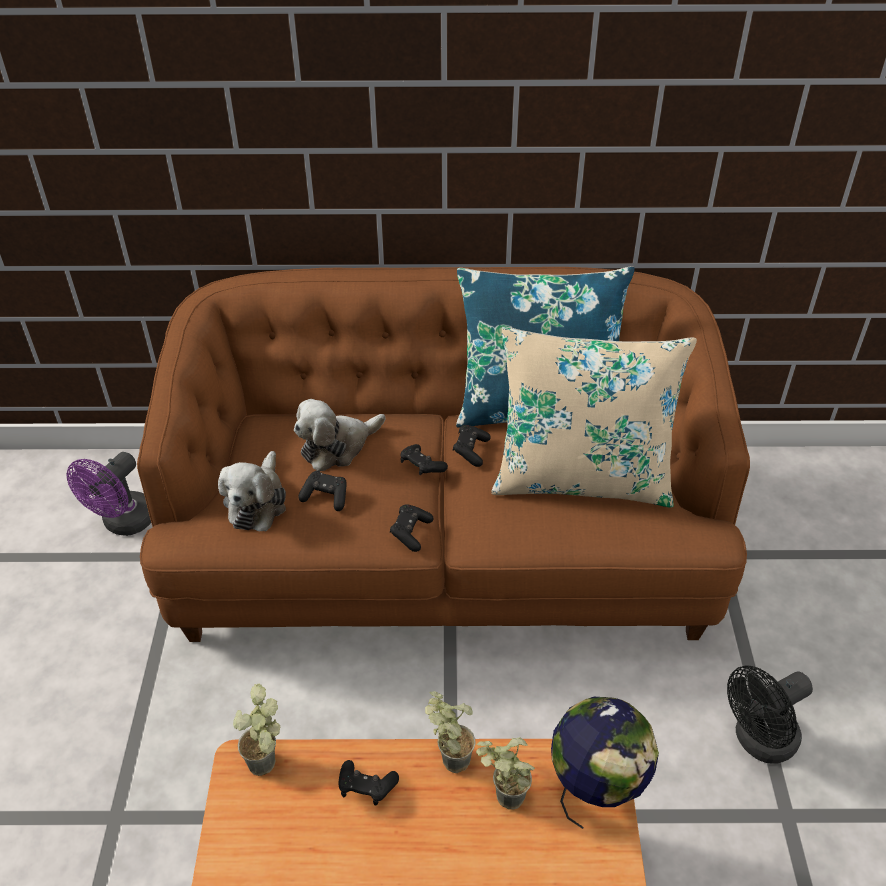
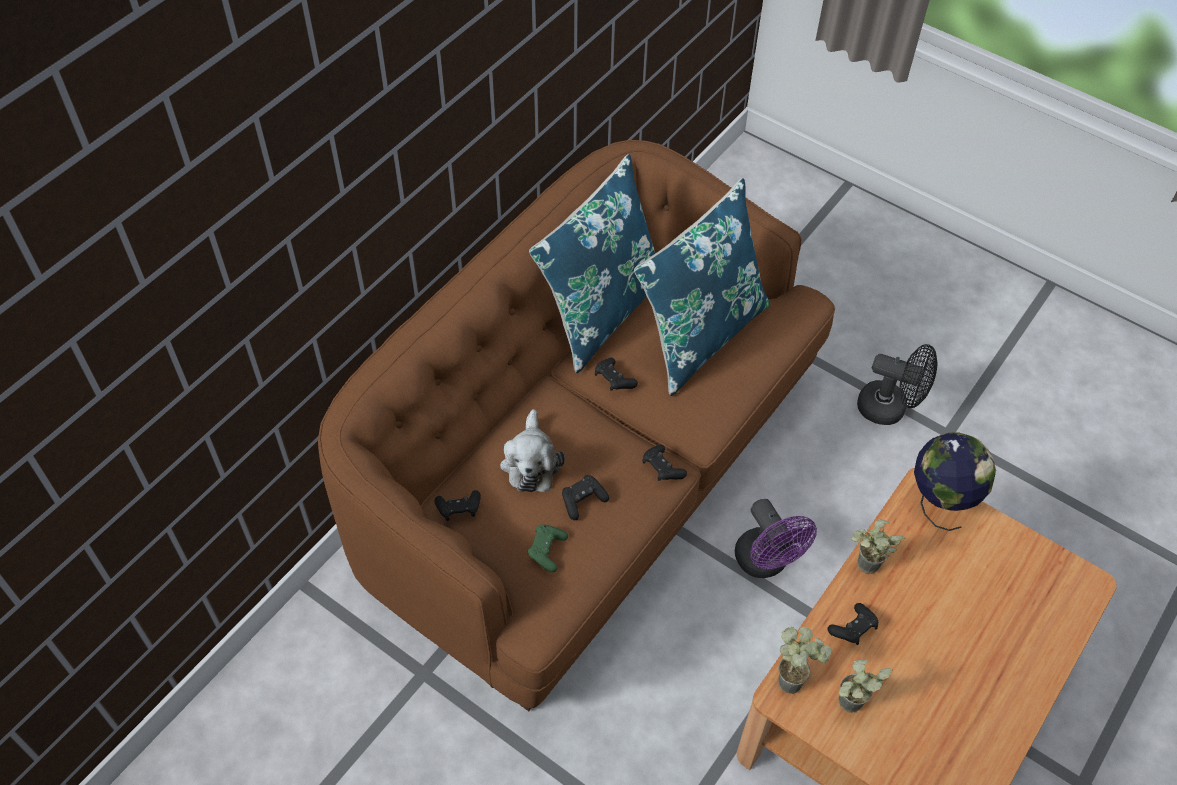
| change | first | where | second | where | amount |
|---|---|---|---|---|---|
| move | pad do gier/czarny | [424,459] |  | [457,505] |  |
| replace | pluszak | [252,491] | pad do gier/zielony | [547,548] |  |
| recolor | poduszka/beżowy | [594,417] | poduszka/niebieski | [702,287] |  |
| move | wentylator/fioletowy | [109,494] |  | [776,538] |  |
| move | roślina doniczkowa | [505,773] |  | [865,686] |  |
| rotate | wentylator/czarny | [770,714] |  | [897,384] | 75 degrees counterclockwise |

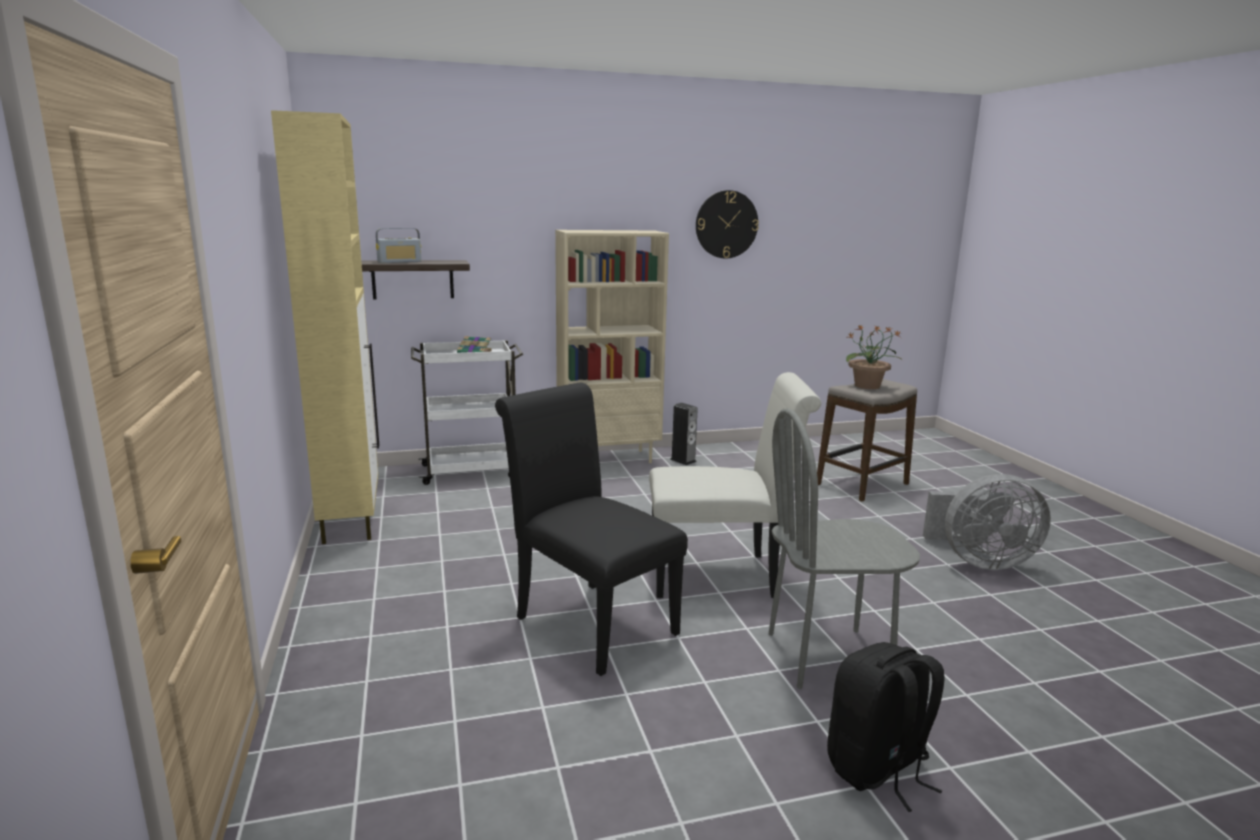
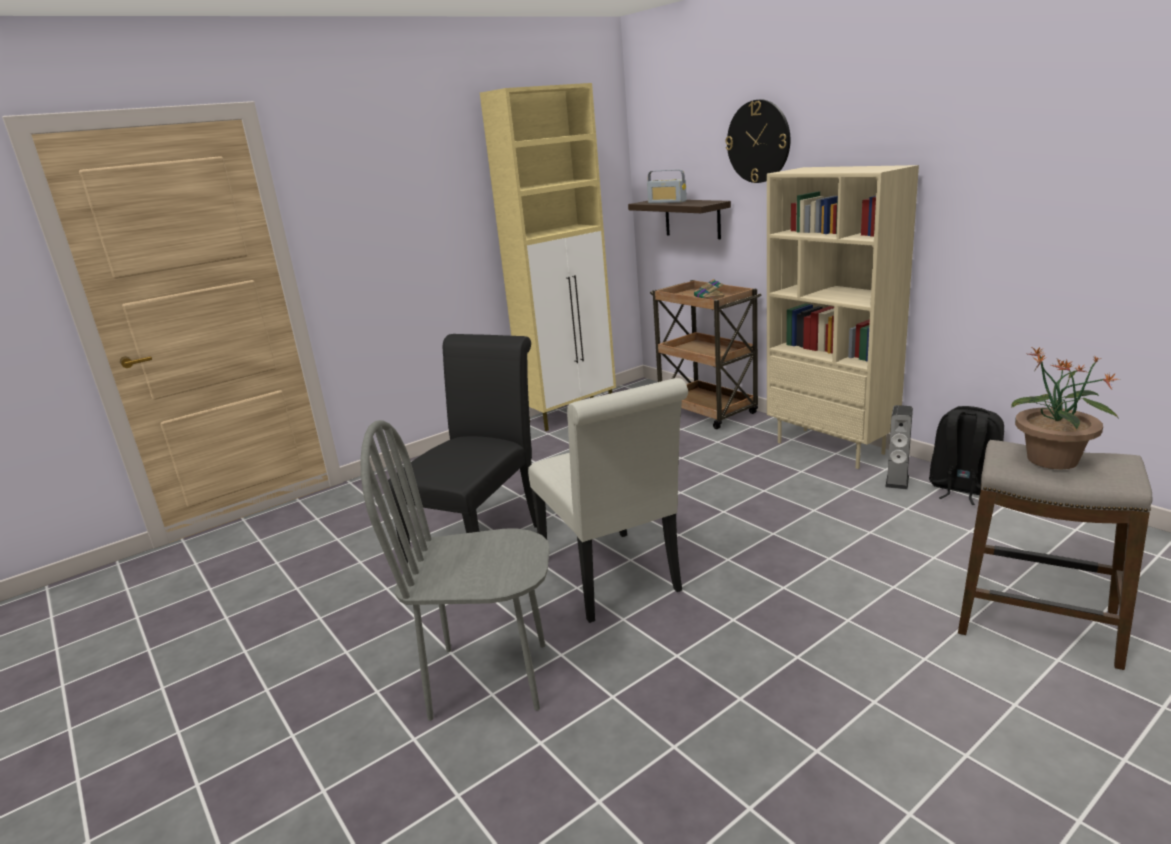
| change | first | where | second | where | amount |
|---|---|---|---|---|---|
| rotate | krzesło/szary | [844,548] |  | [455,570] | 60 degrees counterclockwise |
| recolor | wózek/biały | [467,412] | wózek/brązowy | [706,354] |  |
| move | zegar ścienny | [727,224] |  | [758,141] |  |
| move | plecak/czarny | [886,727] |  | [966,455] |  |
| delete | wentylator/szary | [987,522] |  |  |  |

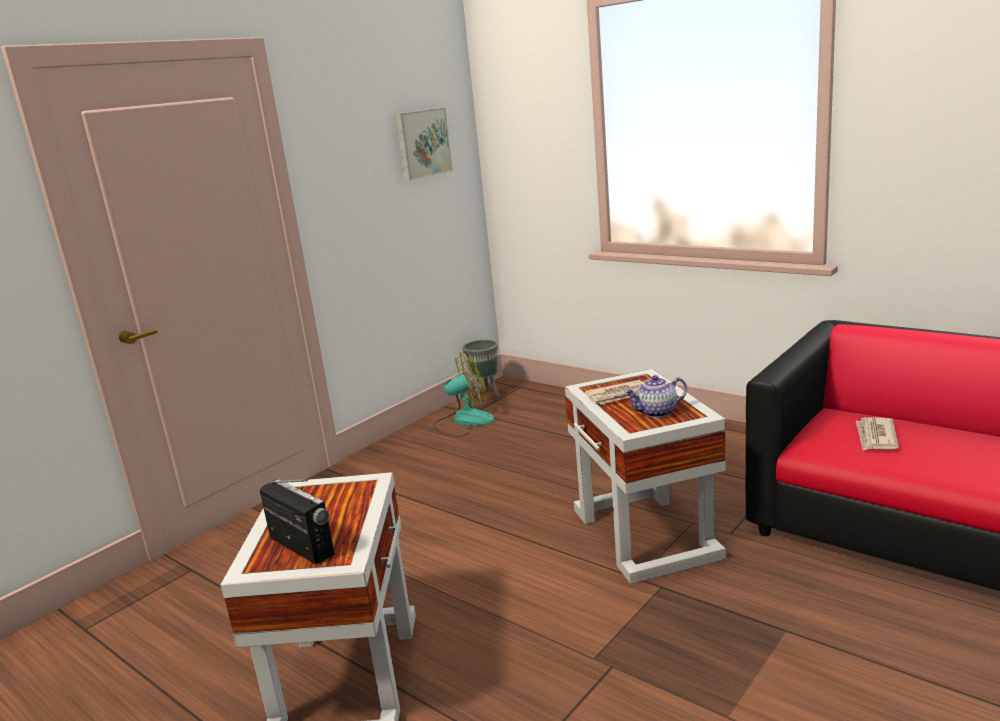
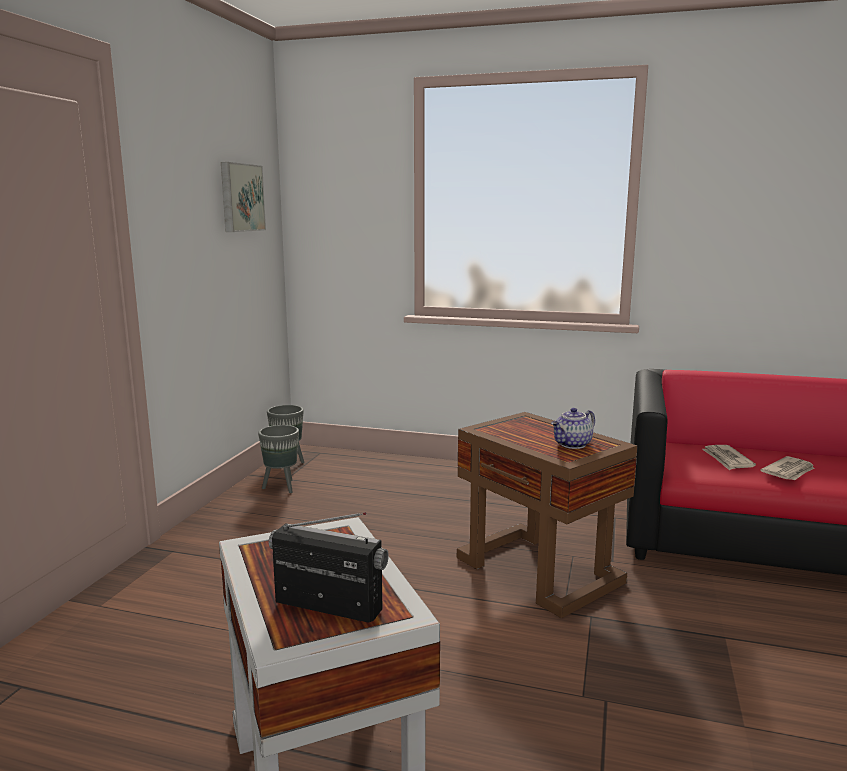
| change | first | where | second | where | amount |
|---|---|---|---|---|---|
| replace | wentylator | [464,394] | donica/szary | [278,459] |  |
| recolor | stolik/biały | [645,476] | stolik/brązowy | [547,515] |  |
| move | gazeta | [614,392] |  | [787,468] |  |

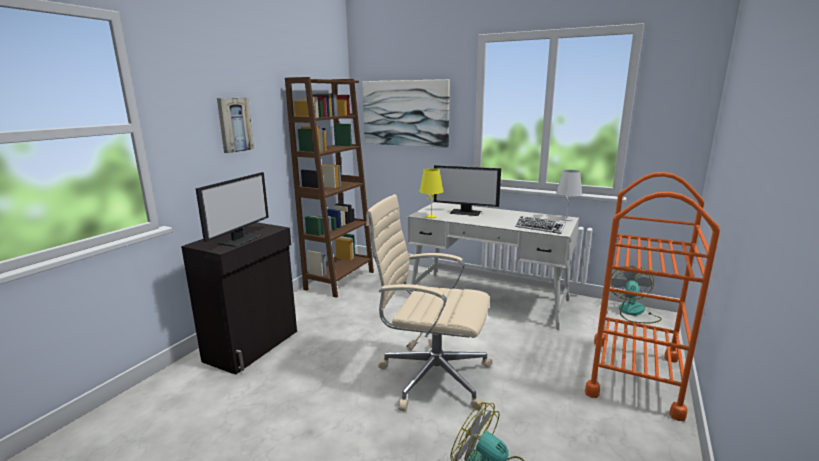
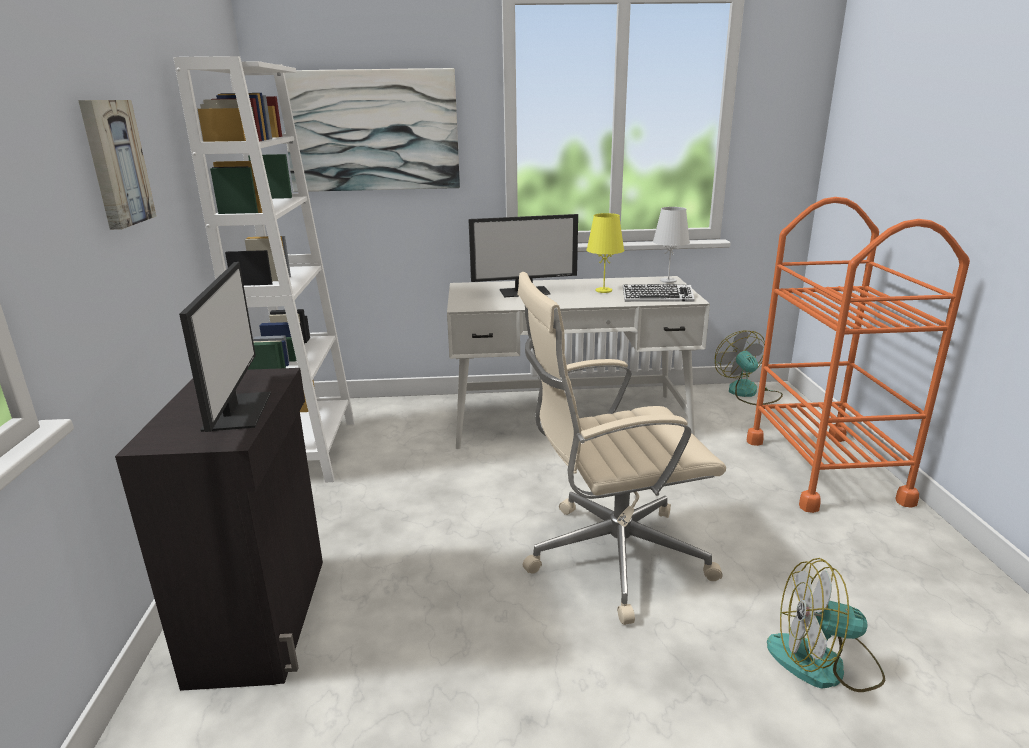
| change | first | where | second | where | amount |
|---|---|---|---|---|---|
| recolor | regał/brązowy | [329,187] | regał/biały | [264,269] |  |
| move | lampa stołowa/żółty | [431,193] |  | [605,253] |  |

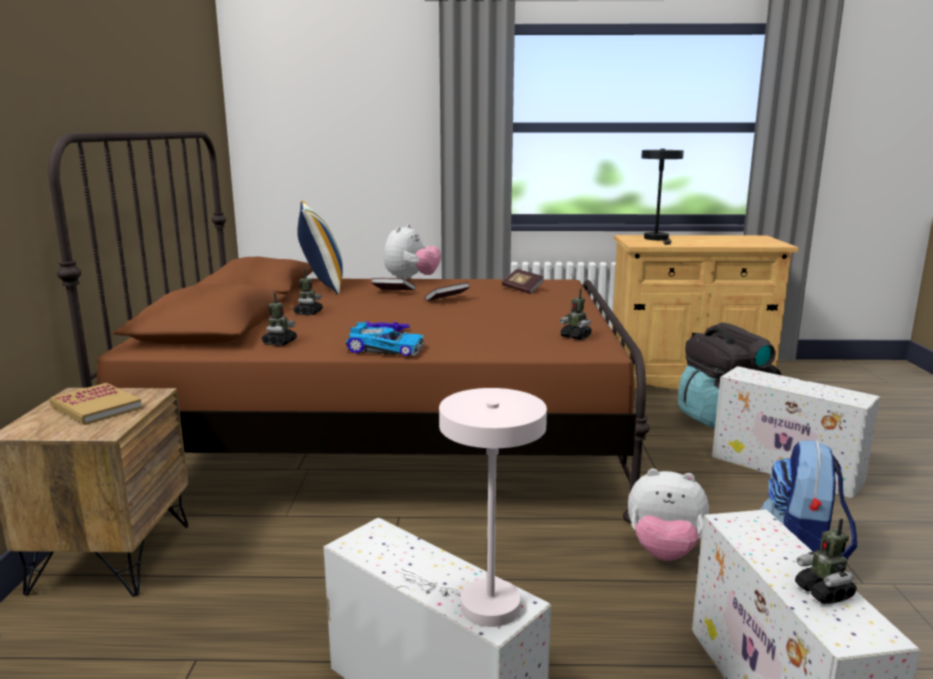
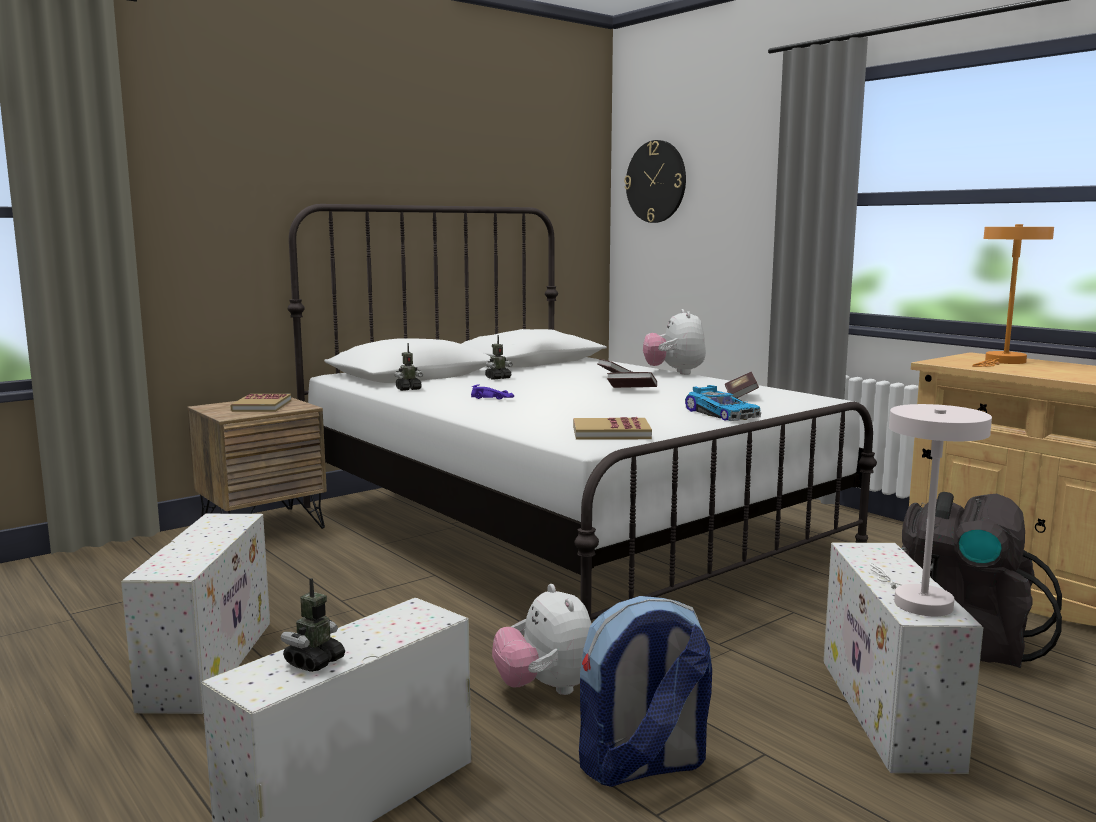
| change | first | where | second | where | amount |
|---|---|---|---|---|---|
| recolor | łóżko/brązowy | [349,327] | łóżko/biały | [582,412] |  |
| replace | robot zabawkowy | [575,314] | książka | [612,428] |  |
| insert |  |  | zegar ścienny | [655,181] |  |
| rotate | pluszak | [412,252] |  | [674,342] | 105 degrees clockwise |
| move | samochodzik | [385,339] |  | [723,403] |  |
| move | lampa stołowa/biały | [473,507] |  | [931,510] |  |
| recolor | lampa stołowa/czarny | [662,197] | lampa stołowa/pomarańczowy | [1013,295] |  |
| delete | poduszka | [320,247] |  |  |  |

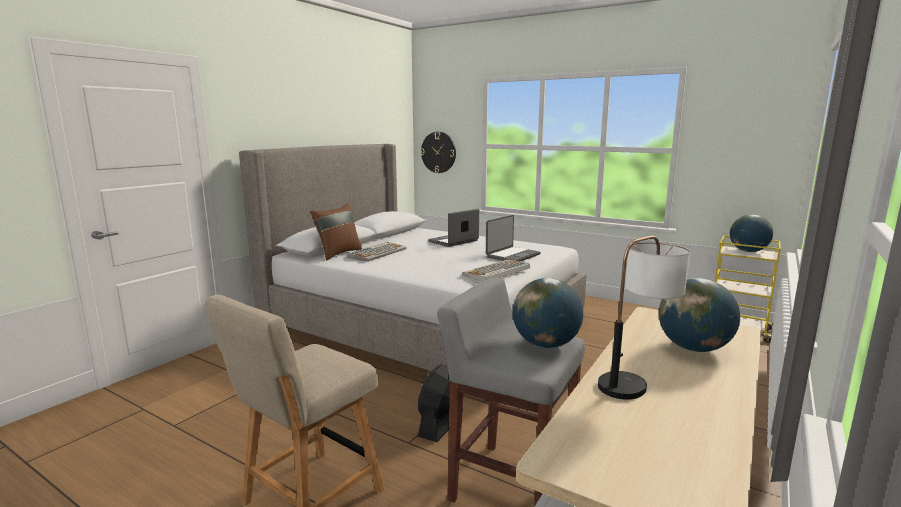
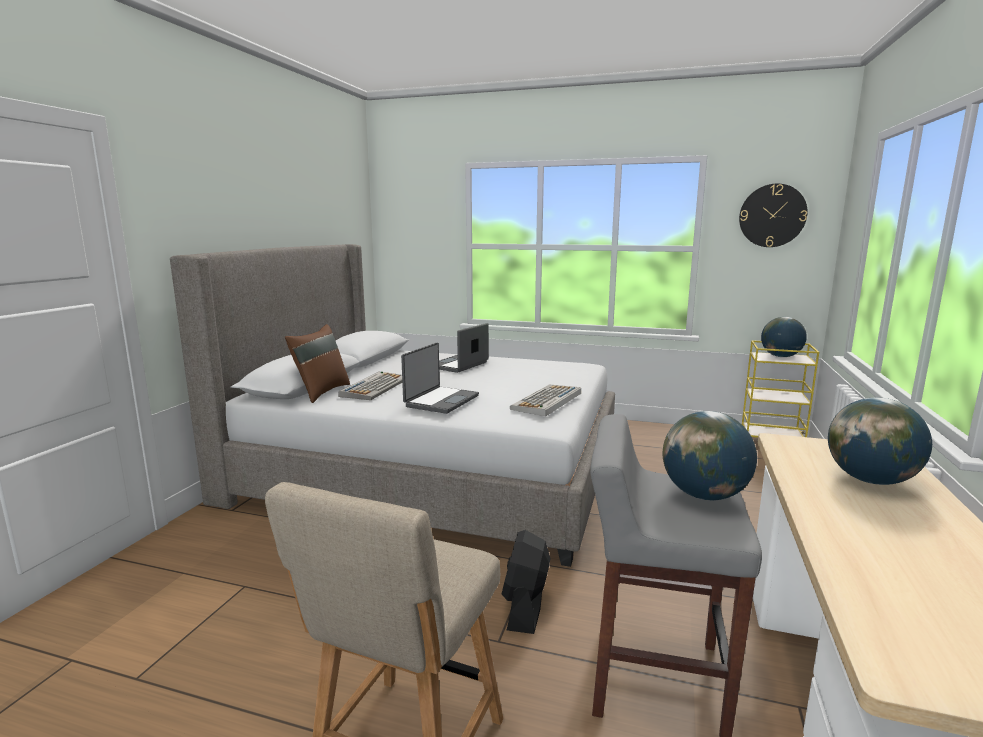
| change | first | where | second | where | amount |
|---|---|---|---|---|---|
| move | laptop | [513,238] |  | [440,378] |  |
| move | zegar ścienny | [438,152] |  | [773,215] |  |
| delete | lampa stołowa | [644,318] |  |  |  |

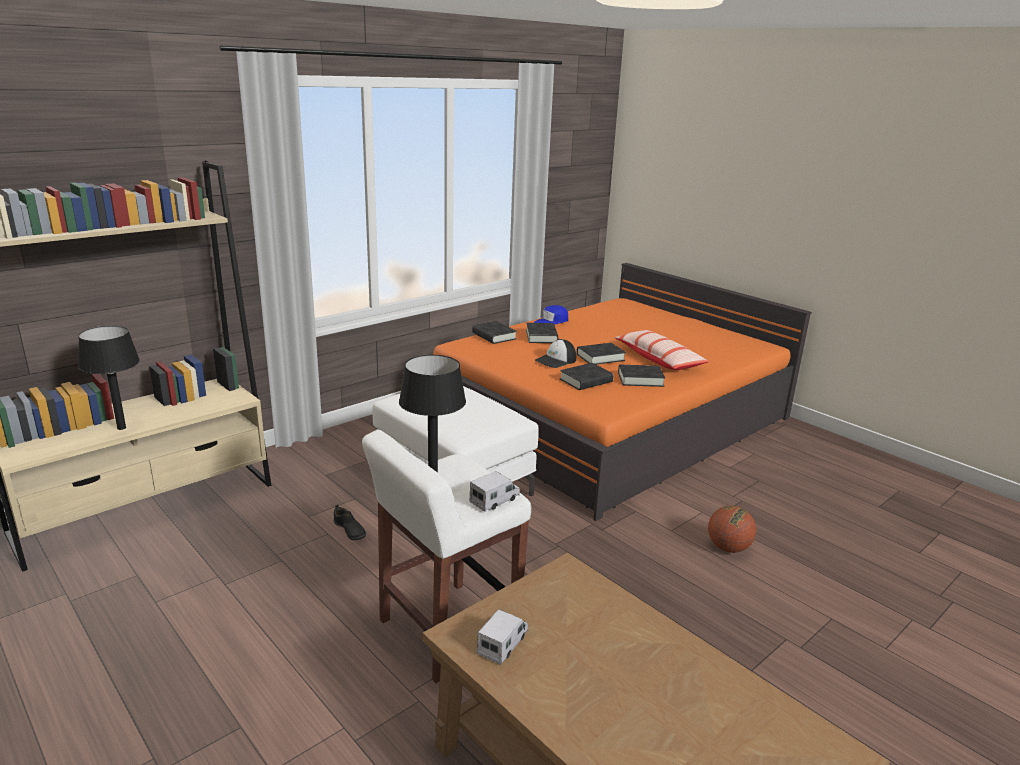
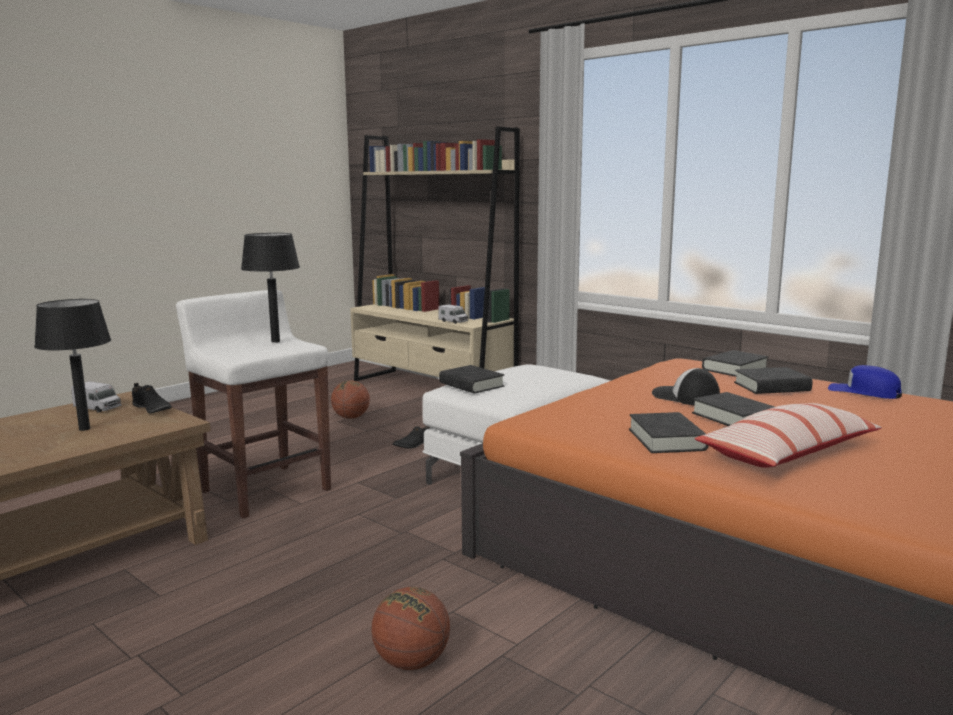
| change | first | where | second | where | amount |
|---|---|---|---|---|---|
| move | lampa stołowa/czarny | [109,378] |  | [72,365] |  |
| insert |  |  | but/czarny | [152,398] |  |
| insert |  |  | piłka do koszykówki | [350,399] |  |
| move | ciężarówka zabawkowa | [495,491] |  | [453,314] |  |
| move | książka/czarny | [586,376] |  | [471,379] |  |

